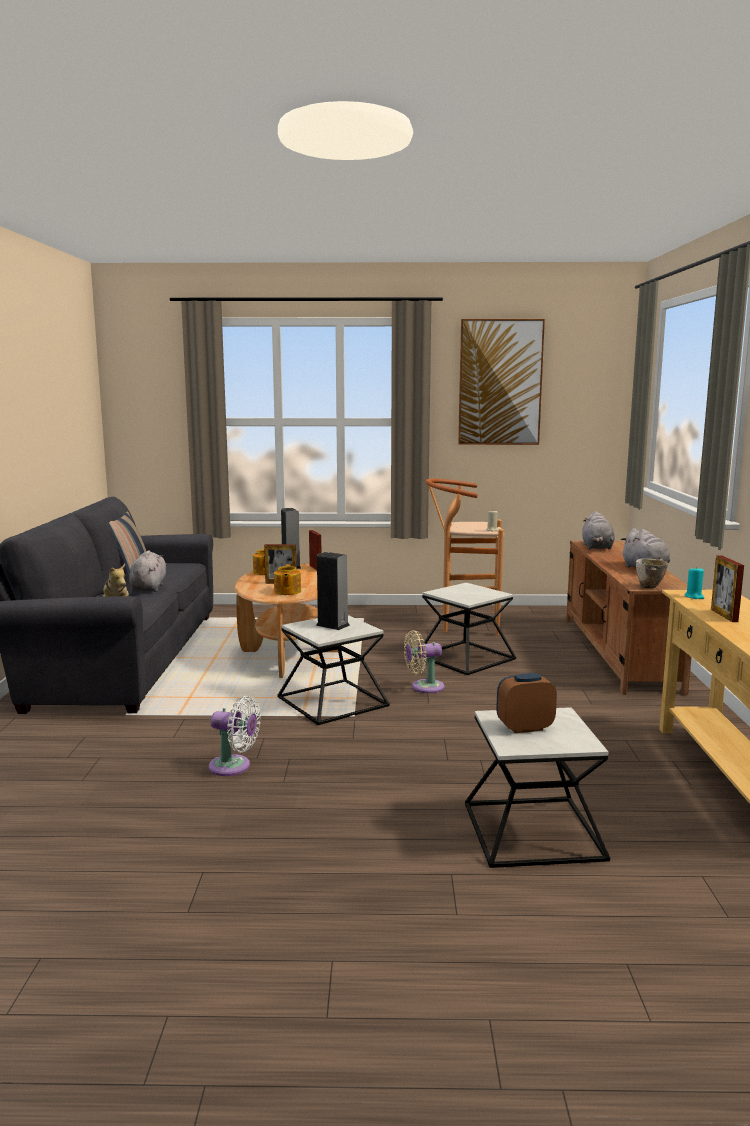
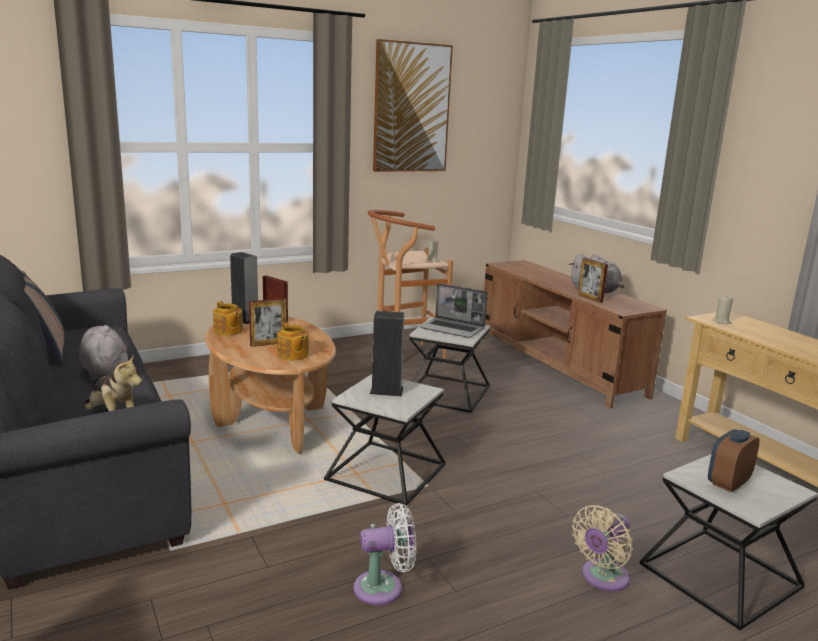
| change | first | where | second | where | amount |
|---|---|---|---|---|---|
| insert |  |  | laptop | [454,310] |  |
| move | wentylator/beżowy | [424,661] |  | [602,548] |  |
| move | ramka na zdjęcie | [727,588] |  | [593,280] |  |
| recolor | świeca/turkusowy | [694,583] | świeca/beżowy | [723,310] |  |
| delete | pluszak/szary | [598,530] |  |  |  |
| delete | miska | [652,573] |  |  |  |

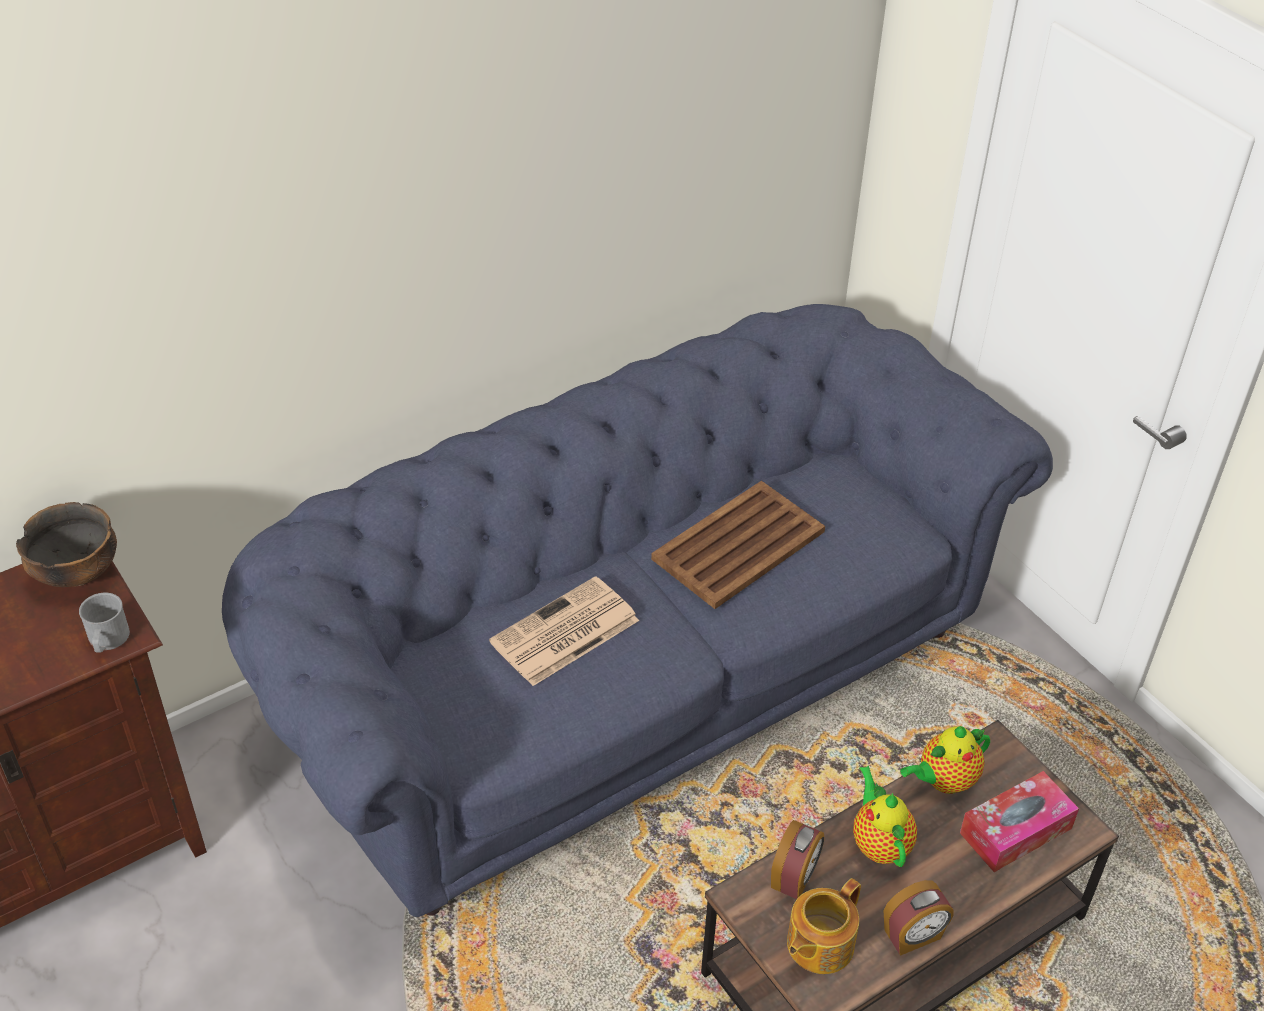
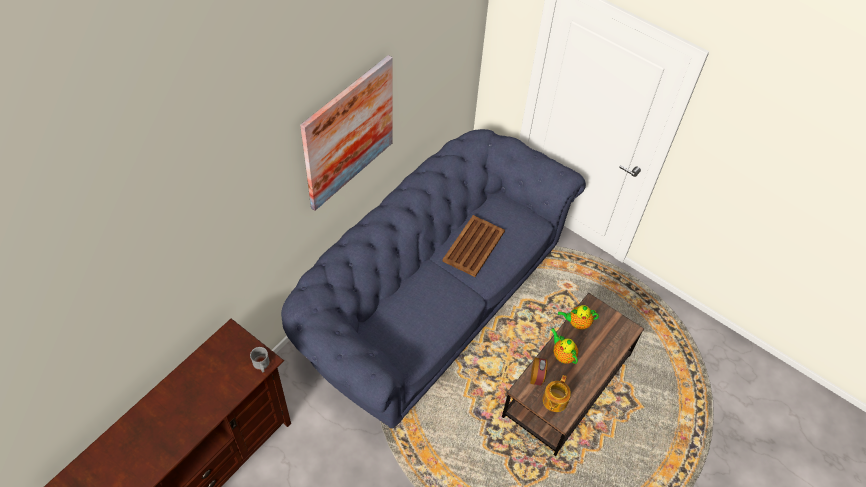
| change | first | where | second | where | amount |
|---|---|---|---|---|---|
| insert |  |  | obraz | [346,133] |  |
| rotate | imbryk | [945,760] |  | [578,317] | 45 degrees clockwise |
| delete | miska | [66,544] |  |  |  |
| delete | gazeta | [564,631] |  |  |  |
| delete | budzik | [919,918] |  |  |  |
| delete | pudełko chusteczek | [1019,821] |  |  |  |

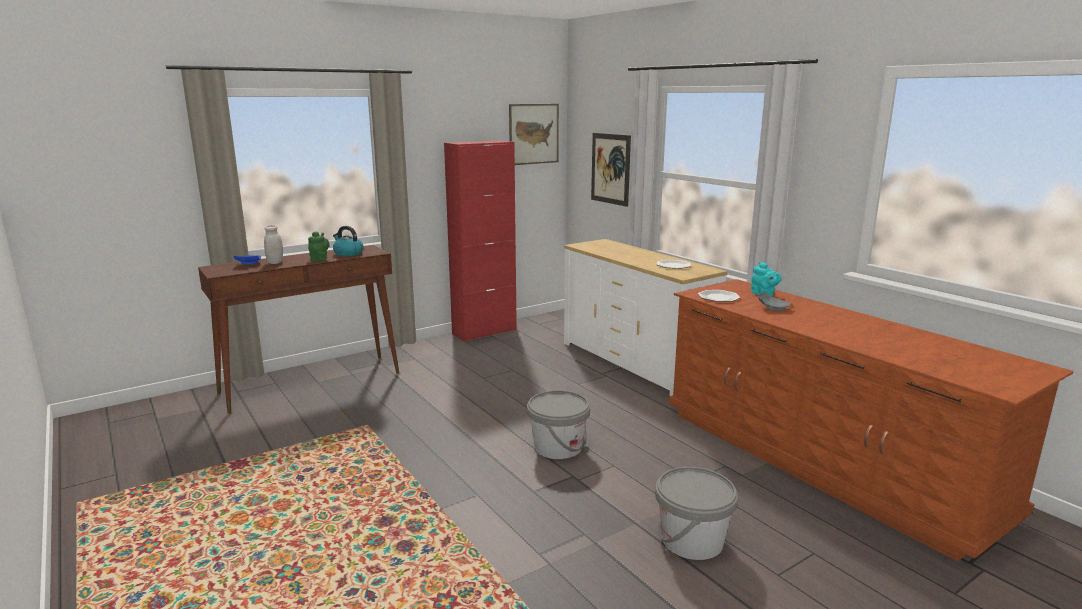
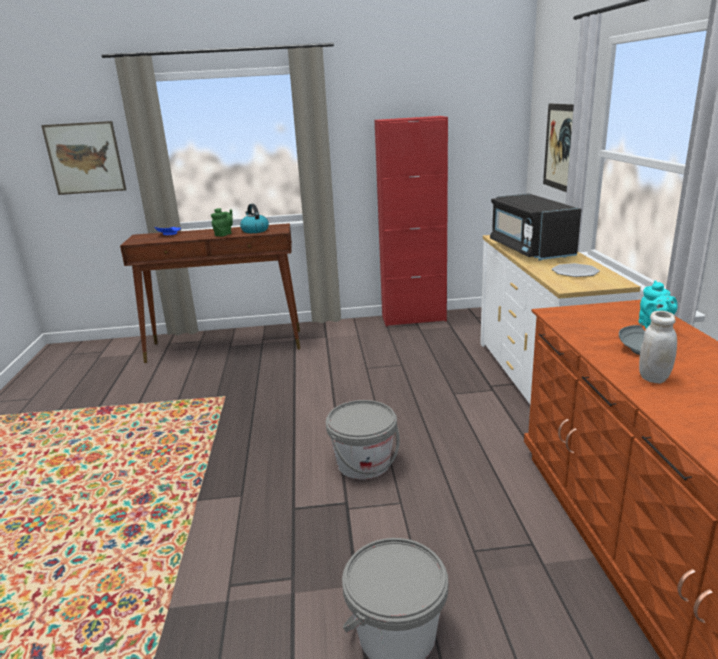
| change | first | where | second | where | amount |
|---|---|---|---|---|---|
| move | obraz | [534,134] |  | [83,158] |  |
| insert |  |  | mikrofalówka/czarny | [535,227] |  |
| move | słoik/biały | [273,244] |  | [658,347] |  |
| delete | talerz | [719,296] |  |  |  |

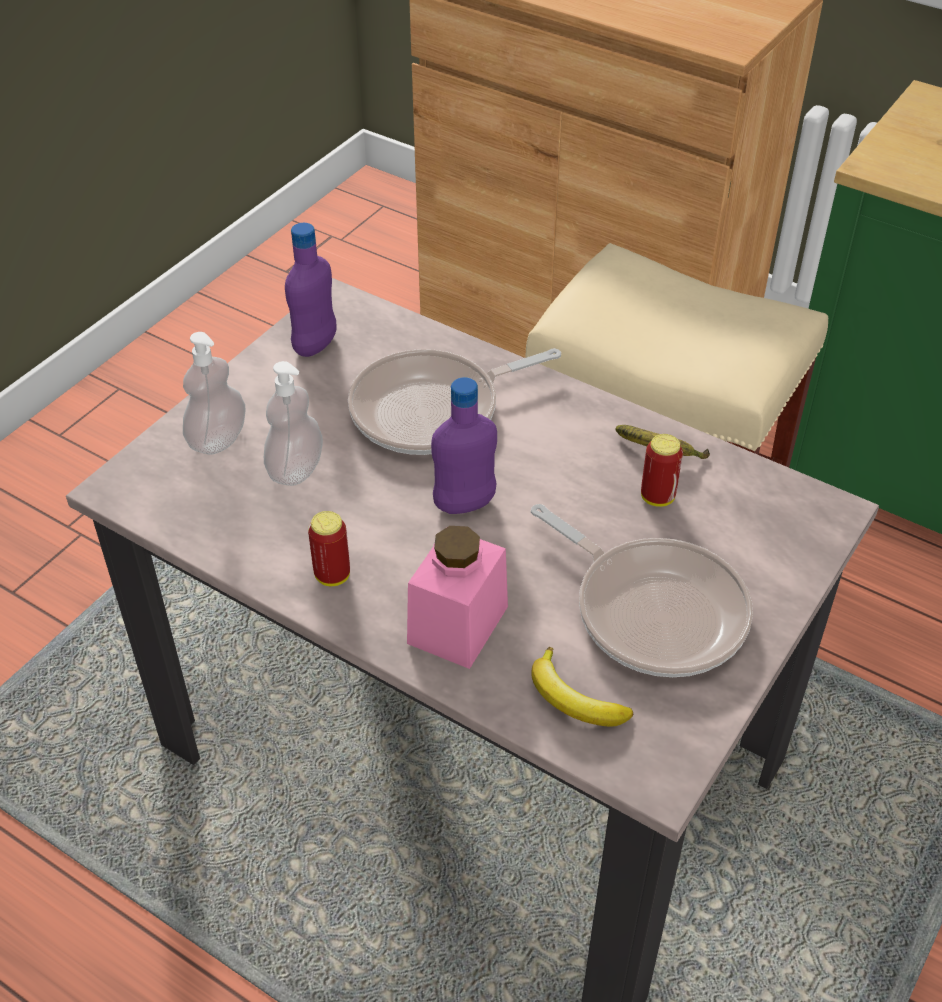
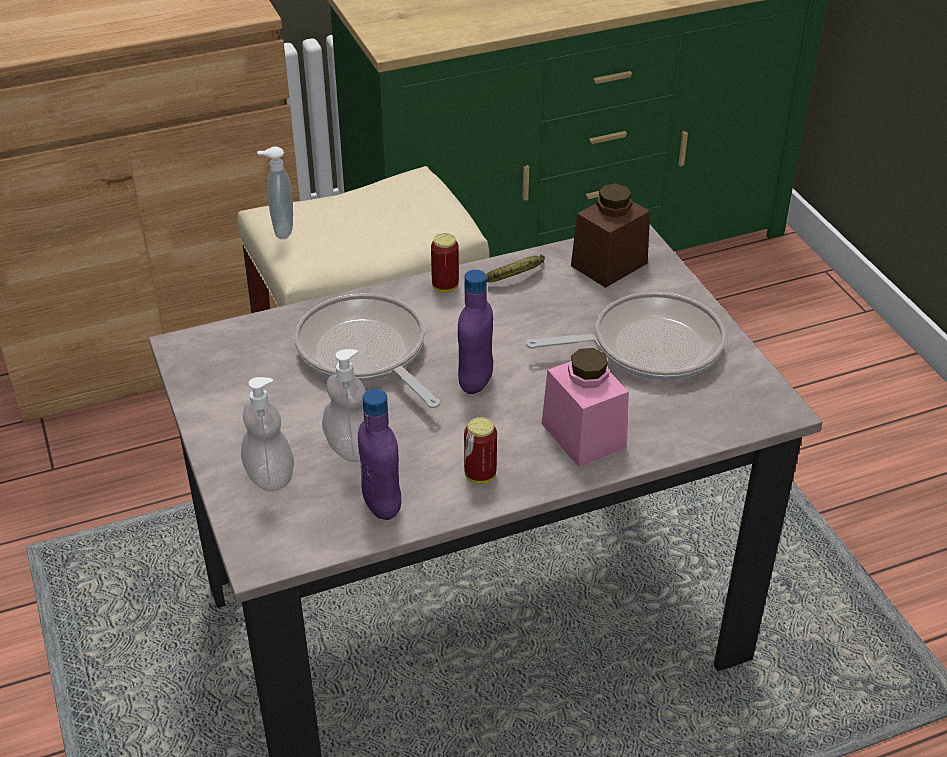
| change | first | where | second | where | amount |
|---|---|---|---|---|---|
| insert |  |  | dozownik mydła | [275,192] |  |
| rotate | patelnia | [454,401] |  | [367,350] | 135 degrees clockwise |
| move | butelka/fioletowy | [310,290] |  | [379,454] |  |
| move | puszka | [662,470] |  | [445,263] |  |
| insert |  |  | słoik/brązowy | [610,236] |  |
| delete | banan | [582,687] |  |  |  |

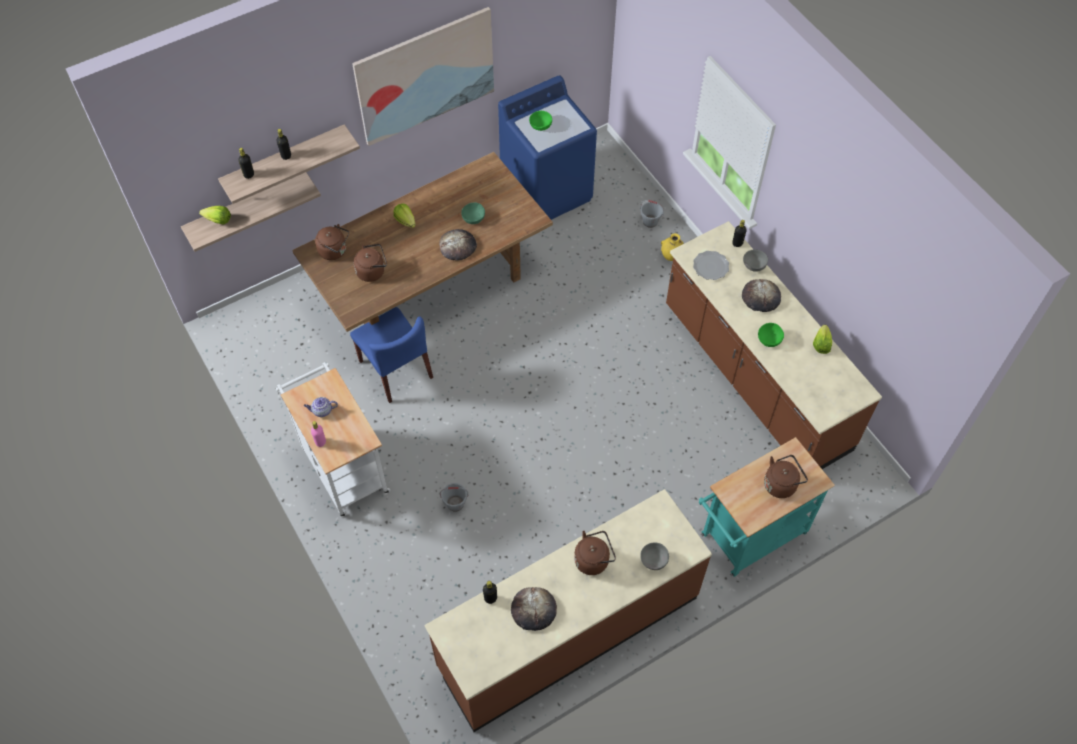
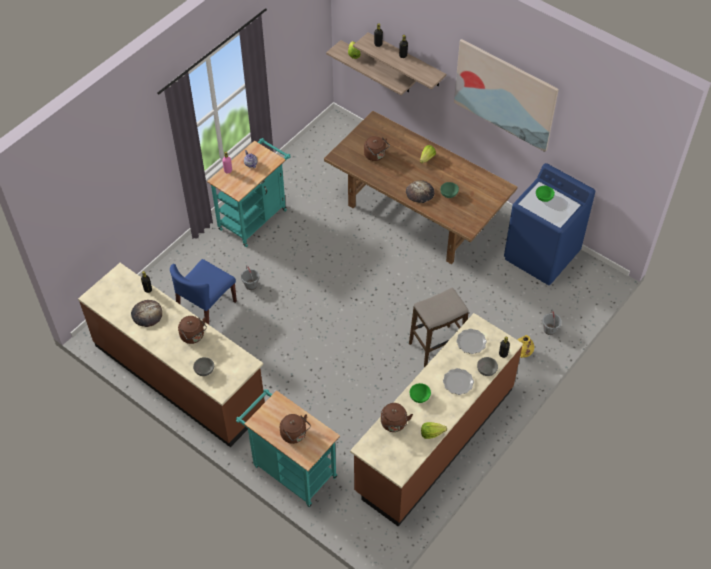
| change | first | where | second | where | amount |
|---|---|---|---|---|---|
| move | krzesło/niebieski | [391,355] |  | [203,292] |  |
| recolor | wózek/biały | [333,439] | wózek/turkusowy | [249,192] |  |
| move | czajnik/brązowy | [332,242] |  | [397,417] |  |
| insert |  |  | stołek | [438,327] |  |
| replace | chleb | [761,295] | talerz | [458,381] |  |

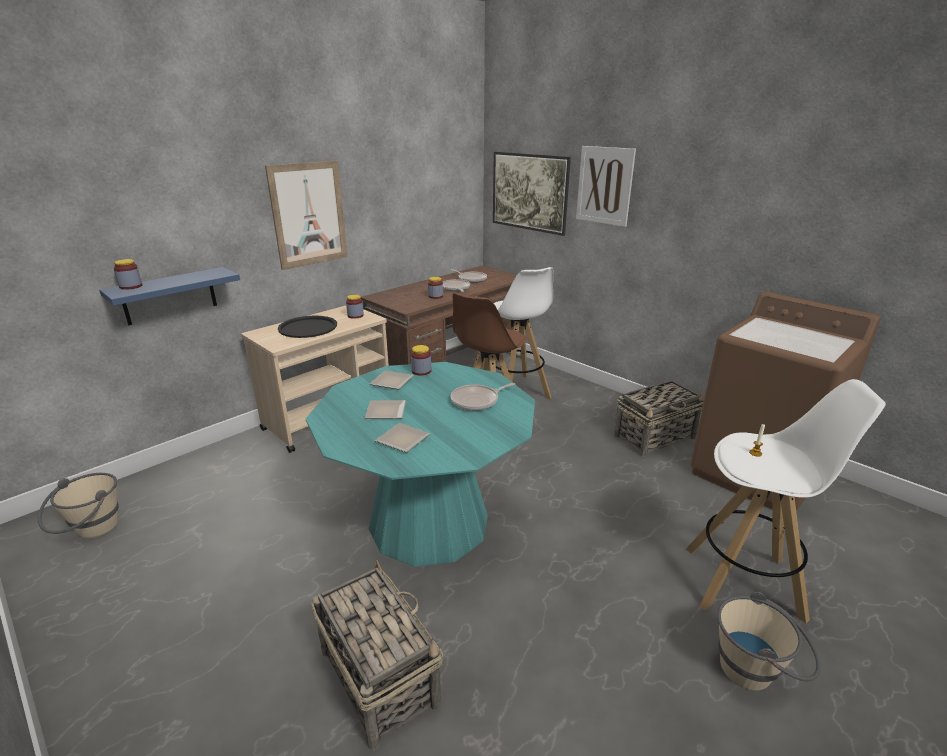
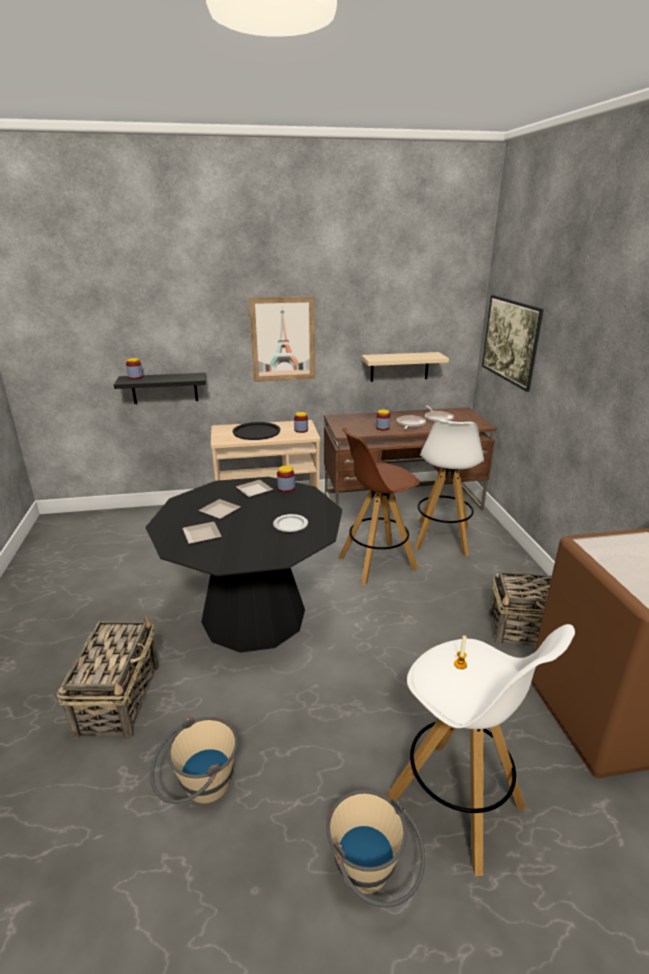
| change | first | where | second | where | amount |
|---|---|---|---|---|---|
| recolor | półka/niebieski | [169,296] | półka/czarny | [160,388] |  |
| recolor | stół jadalny/turkusowy | [420,464] | stół jadalny/czarny | [244,565] |  |
| move | wiadro/beżowy | [78,505] |  | [194,760] |  |
| replace | patelnia | [483,397] | talerz | [290,523] |  |
| insert |  |  | półka/beżowy | [405,367] |  |
| delete | obraz | [606,186] |  |  |  |

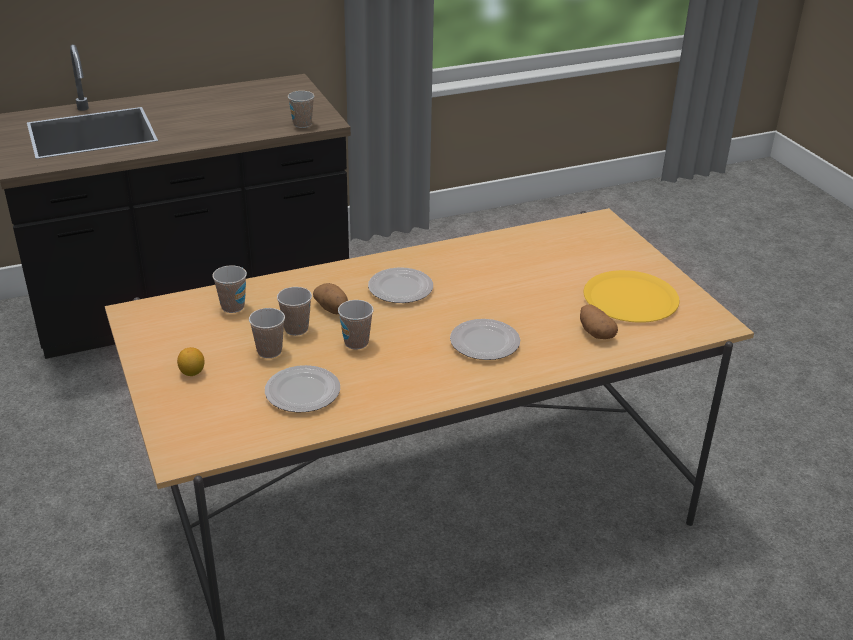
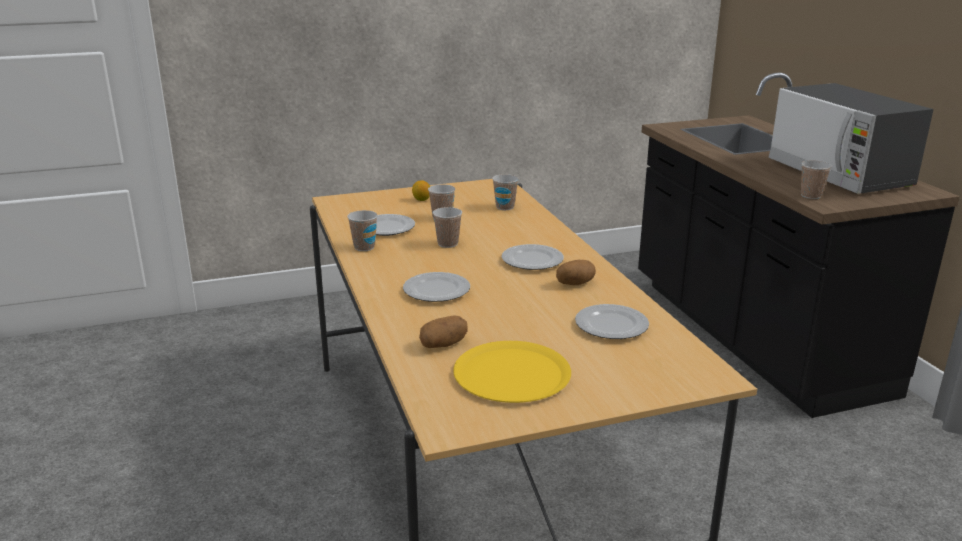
| change | first | where | second | where | amount |
|---|---|---|---|---|---|
| move | filiżanka | [294,311] |  | [362,230] |  |
| move | ziemniak | [330,298] |  | [576,272] |  |
| insert |  |  | talerz | [612,321] |  |
| insert |  |  | mikrofalówka | [851,138] |  |

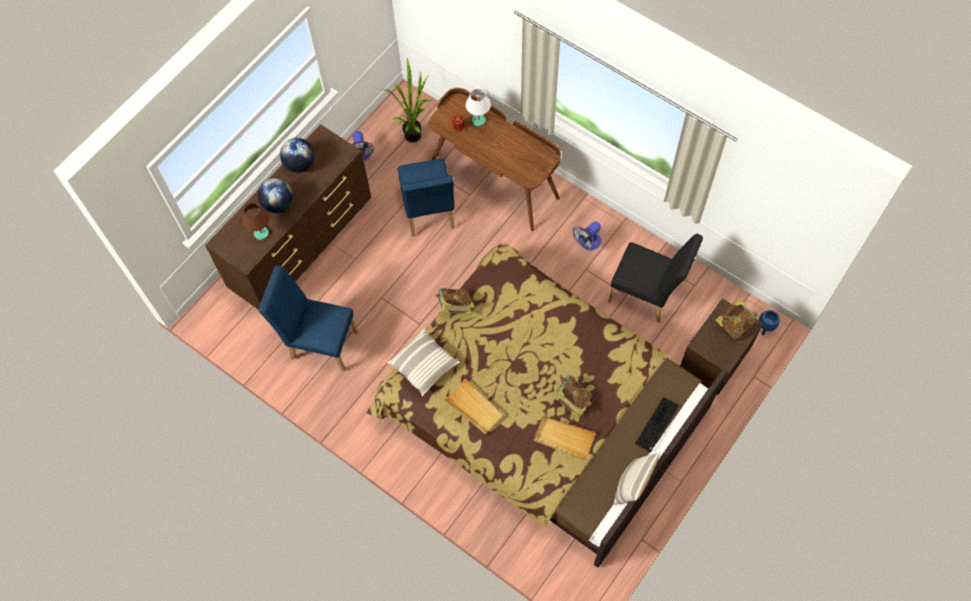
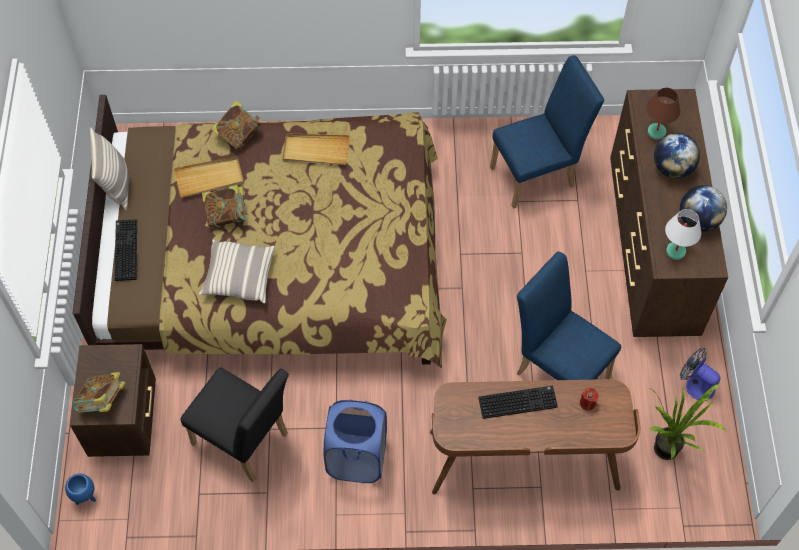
| change | first | where | second | where | amount |
|---|---|---|---|---|---|
| rotate | krzesło/czarny | [655,278] |  | [234,424] | 135 degrees counterclockwise |
| move | poduszka | [423,362] |  | [237,271] |  |
| move | książka | [455,301] |  | [236,125] |  |
| replace | wentylator | [587,236] | kosz na pranie/niebieski | [355,441] |  |
| insert |  |  | klawiatura | [518,402] |  |
| move | lampa stołowa/biały | [478,107] |  | [683,234] |  |

